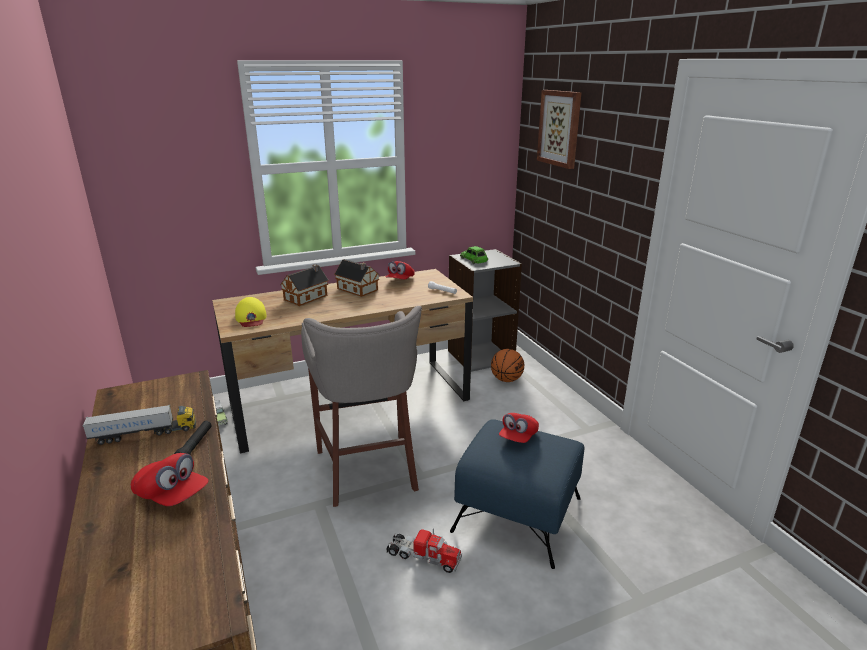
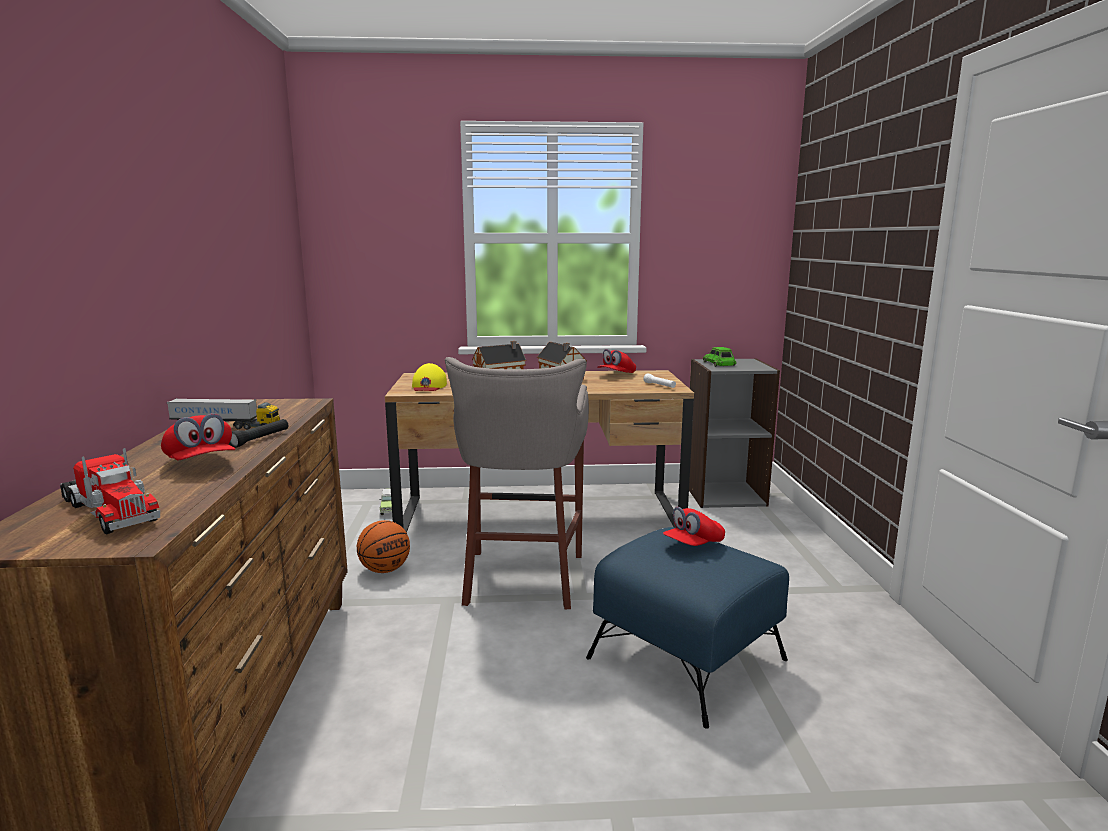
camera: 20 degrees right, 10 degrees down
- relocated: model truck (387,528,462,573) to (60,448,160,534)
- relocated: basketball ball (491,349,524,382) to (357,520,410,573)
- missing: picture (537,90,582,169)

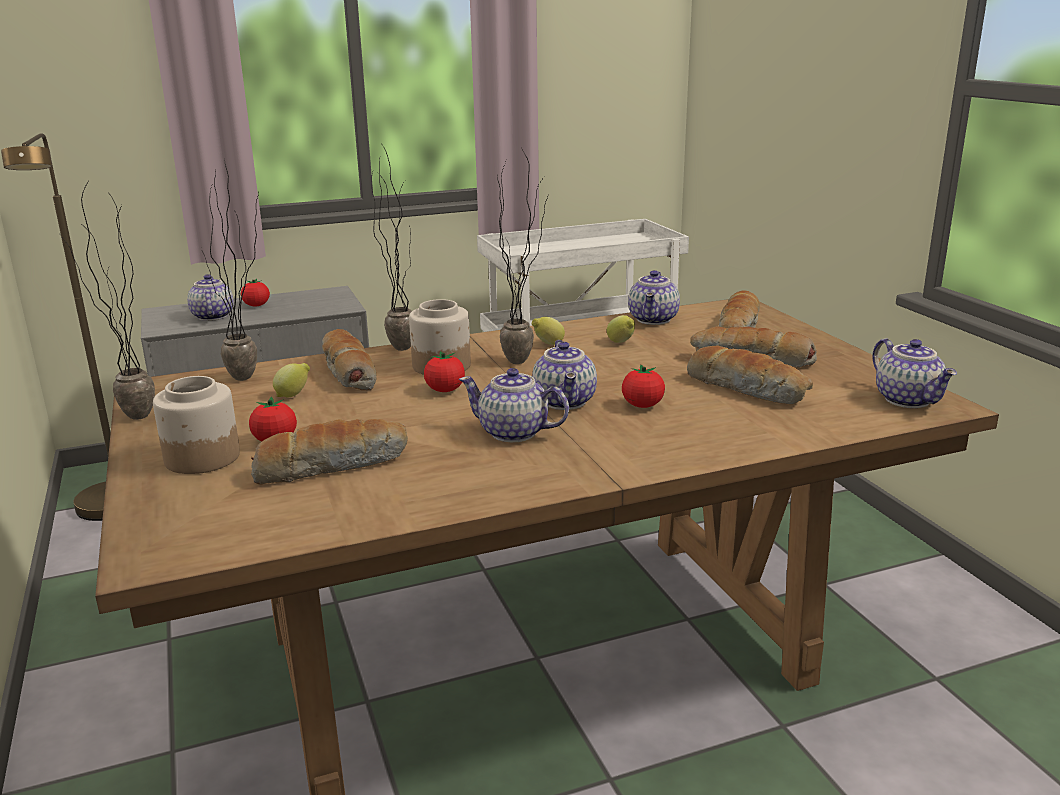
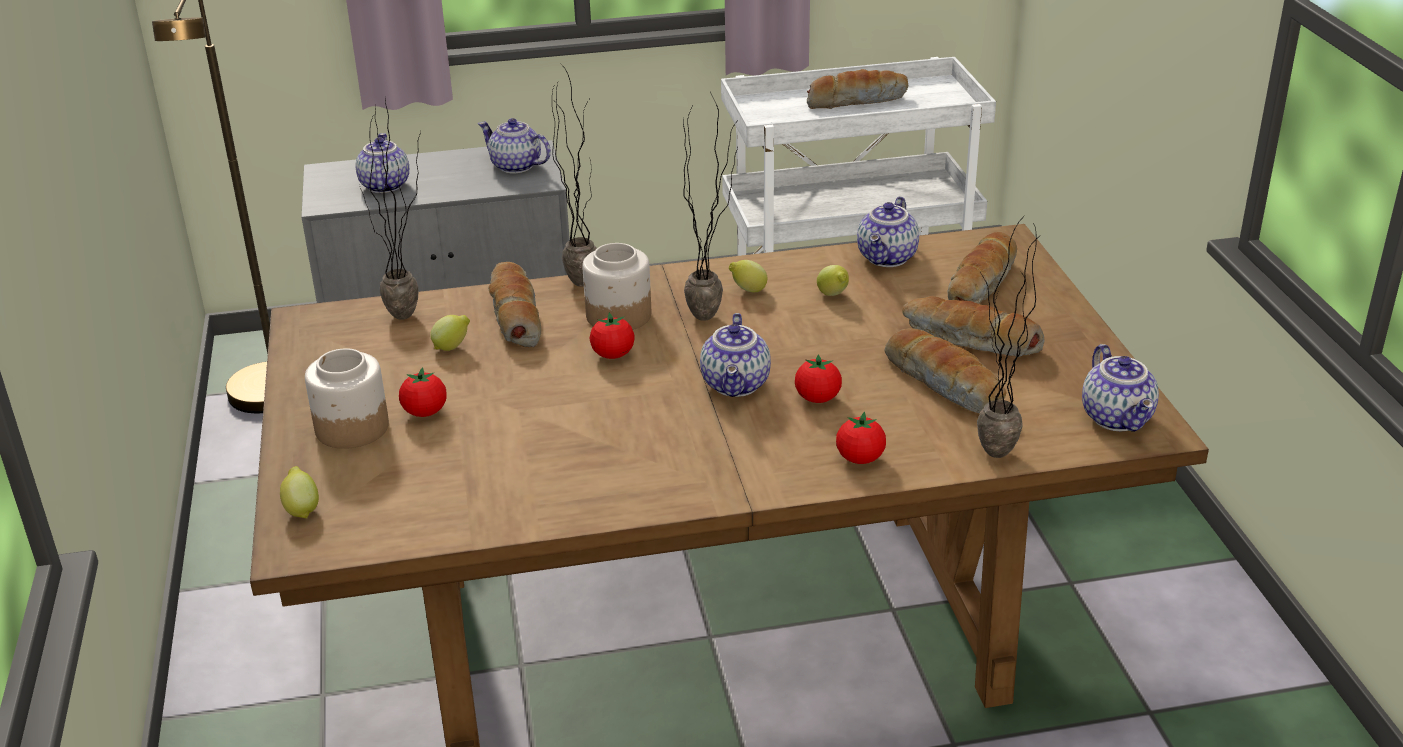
camera: 10 degrees right, 10 degrees up
- appeared: lemon (280,466,319,519)
- relocated: teapot (459,368,569,442) to (478,118,551,173)
- relocated: bakery bread (251,419,408,484) to (807,69,908,109)
- relocated: fresh tomato (241,279,270,307) to (836,412,886,464)
- relocated: plant in a pot (60,181,155,420) to (977,216,1041,458)

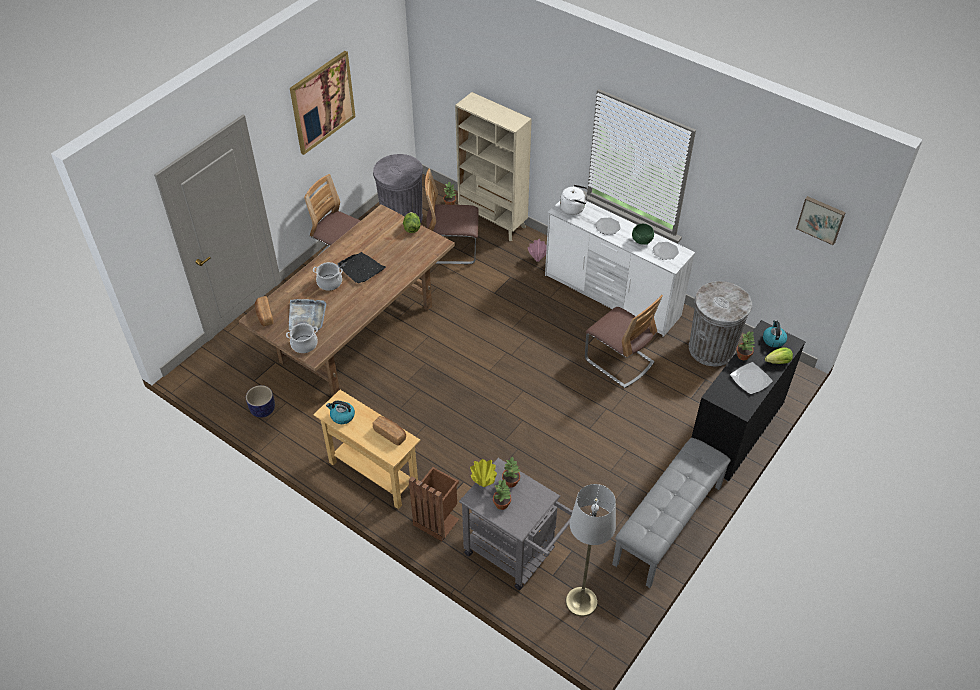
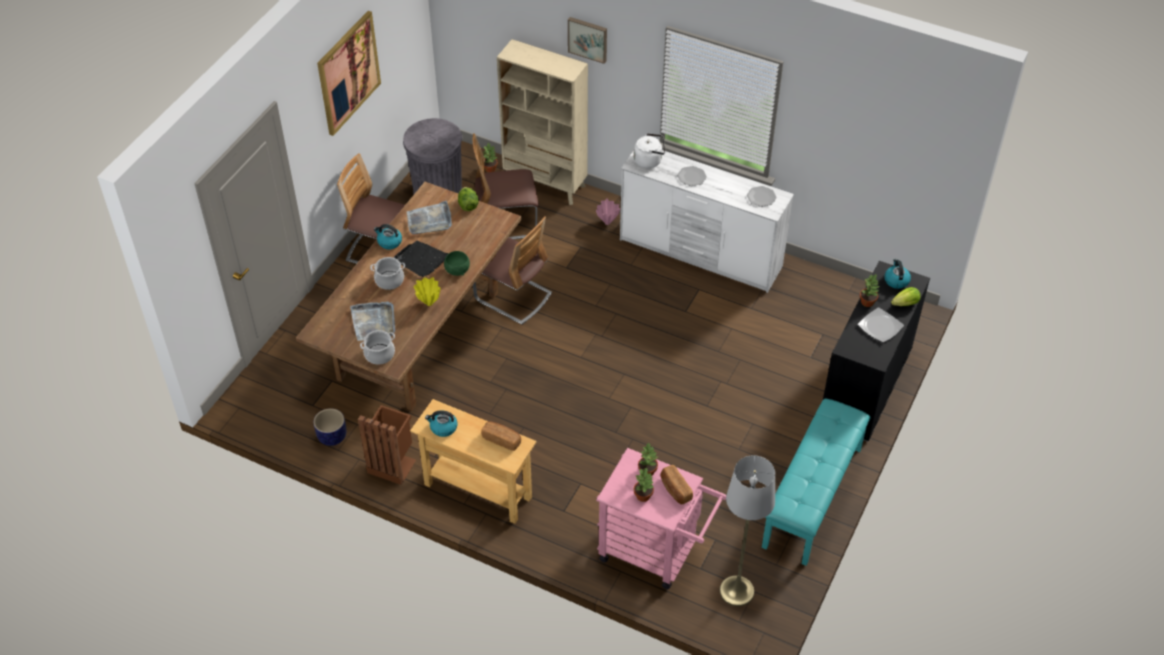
camera: 10 degrees left, 0 degrees up
- relocated: brownish trash can (409,467,459,541) to (358,405,416,485)
- appeared: kettle (374,224,402,249)
- appeared: gray serving tray (406,200,452,234)
- relocated: yellow flower vase (470,459,497,487) to (414,277,440,306)
- relocated: green deep dish (632,224,654,245) to (444,251,470,276)
- relocated: upright chair (585,295,663,388) to (473,216,552,325)
- relocated: picture (796,196,846,245) to (568,17,607,64)
- colour: gray cart (459,458,572,590) to pink-coloured cart (596,448,726,589)
- relocated: bakery bread (255,296,273,326) to (661,465,693,504)
- colour: gray indoor bench (612,438,731,588) to turquoise-coloured indoor bench (762,399,870,566)
- missing: gray trash can (689,281,752,366)

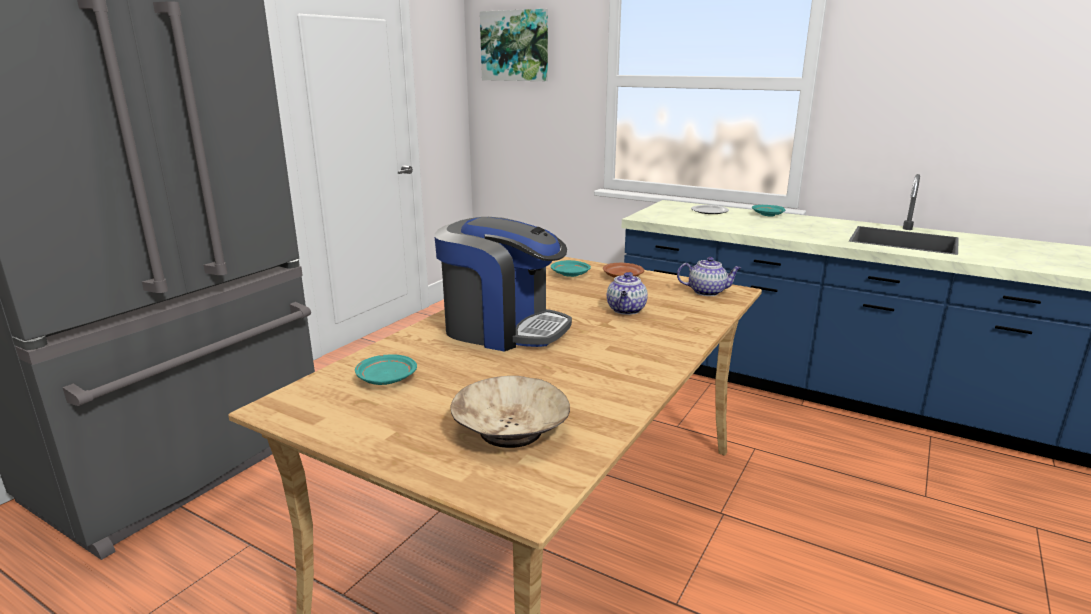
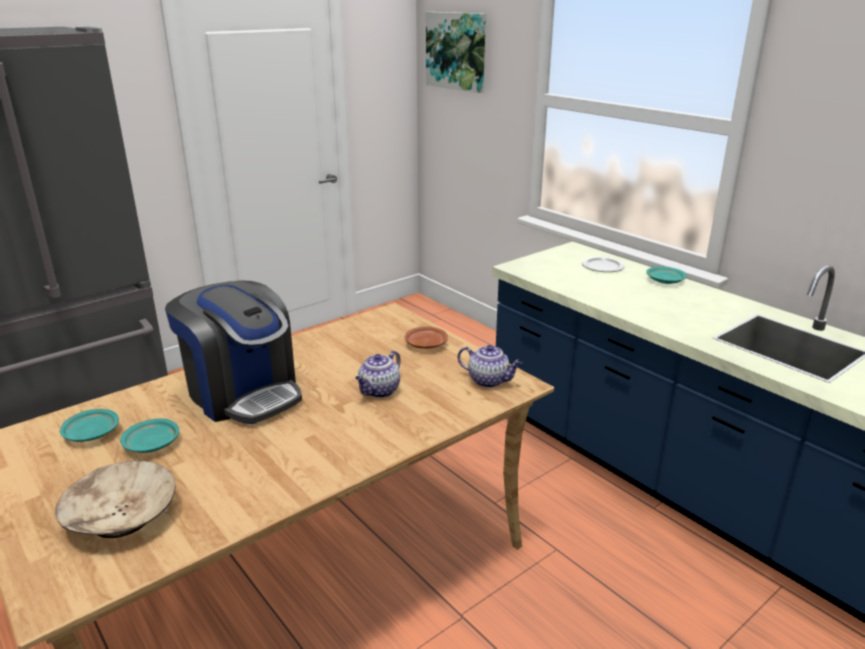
camera: 20 degrees right, 5 degrees up
- relocated: turquoise-coloured dinner plate (551,260,591,277) to (120,418,179,453)

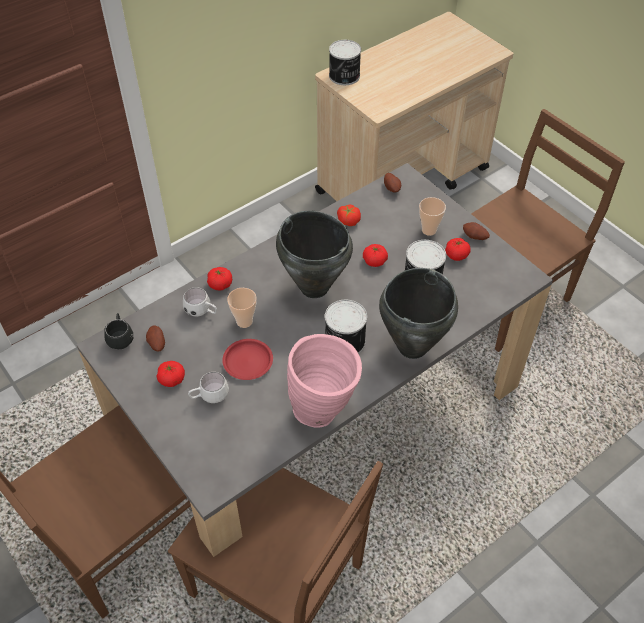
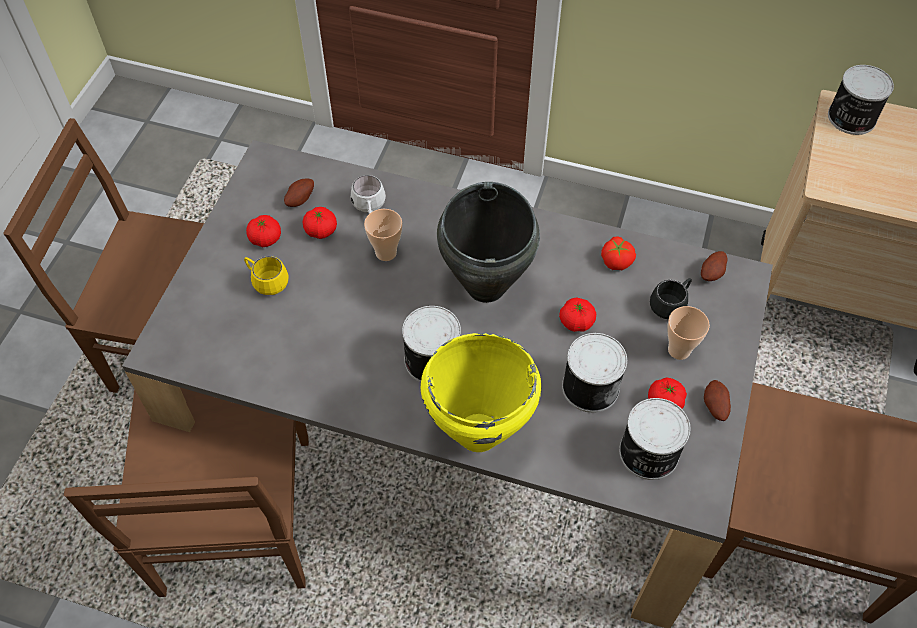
camera: 55 degrees right, 5 degrees up
- colour: white-coloured tea mug (188,372,229,403) to yellow tea mug (244,256,289,295)
- relocated: fresh tomato (207,267,232,291) to (302,207,337,239)
- colour: black cooking pot (379,268,458,359) to yellow cooking pot (421,333,541,452)
- appeared: sealed can (619,398,691,480)
- relocated: black tea mug (104,313,133,349) to (650,278,692,319)
- missing: red dinner plate (222,339,273,380)
- missing: pink-coloured flower vase (287,334,362,428)

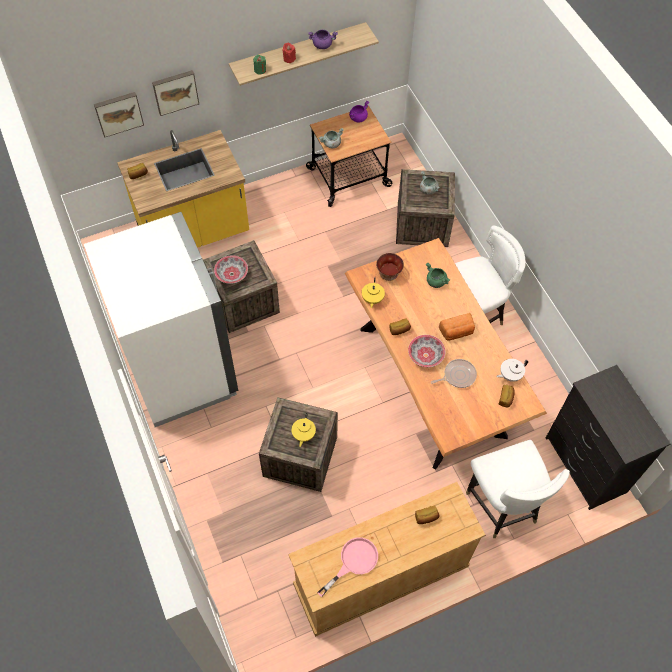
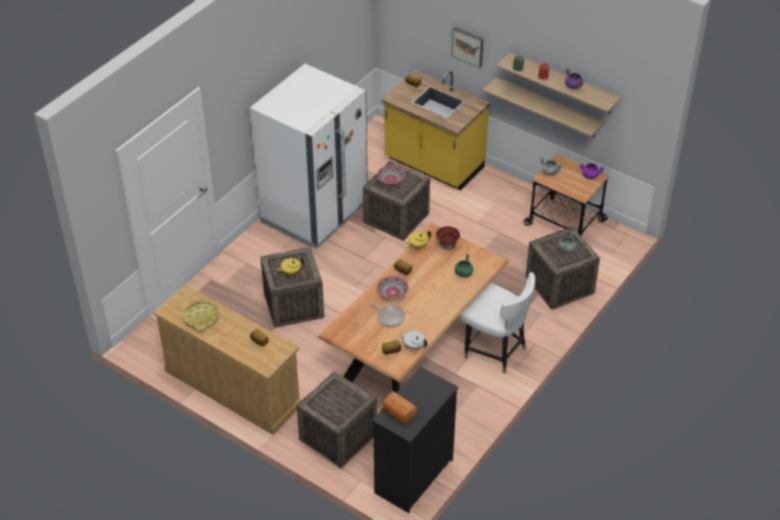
camera: 60 degrees right, 15 degrees down
- exchanged: pink-coloured pan (317,537,378,597) to yellow serving tray (183,299,219,331)
- exchanged: white-coloured upright chair (466,440,570,538) to shipping crate (297,371,377,469)
- relocated: bakery bread (439,313,475,340) to (383,391,417,423)
- appeared: wall shelf (483,77,605,137)
- missing: picture (94,92,144,138)

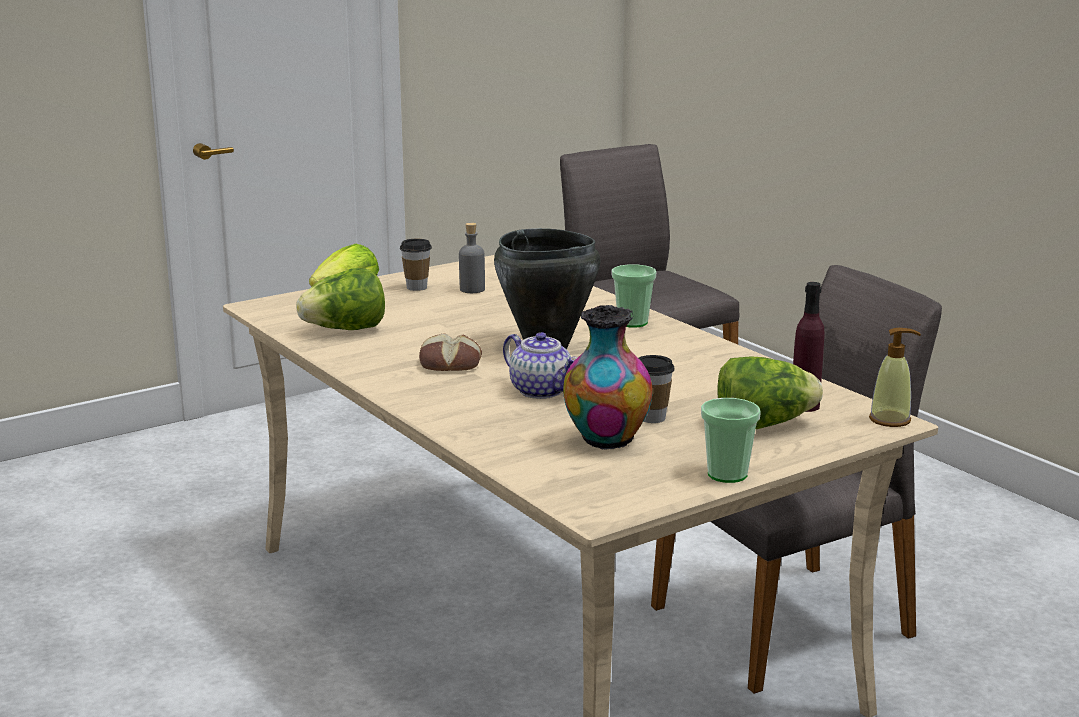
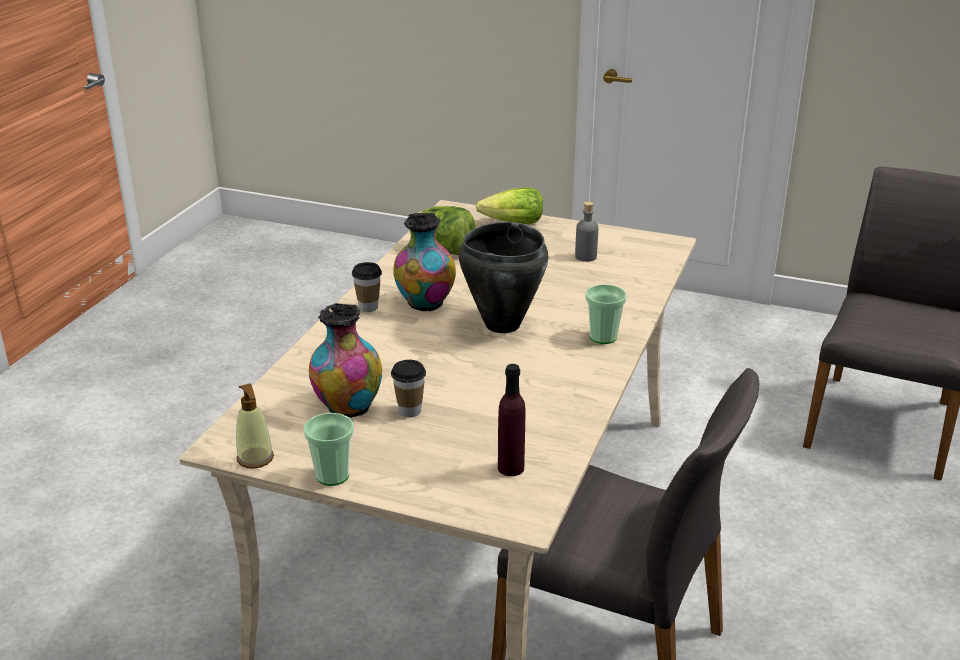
camera: 55 degrees right, 10 degrees up
- relocated: soap dispenser (869,328,921,427) to (236,383,274,469)
- relocated: cup (400,239,432,291) to (352,262,382,312)
- exchanged: bakery bread (419,333,482,371) to flower vase (393,212,456,312)
- missing: teapot (503,332,578,399)
- missing: head of lettuce (717,357,823,429)

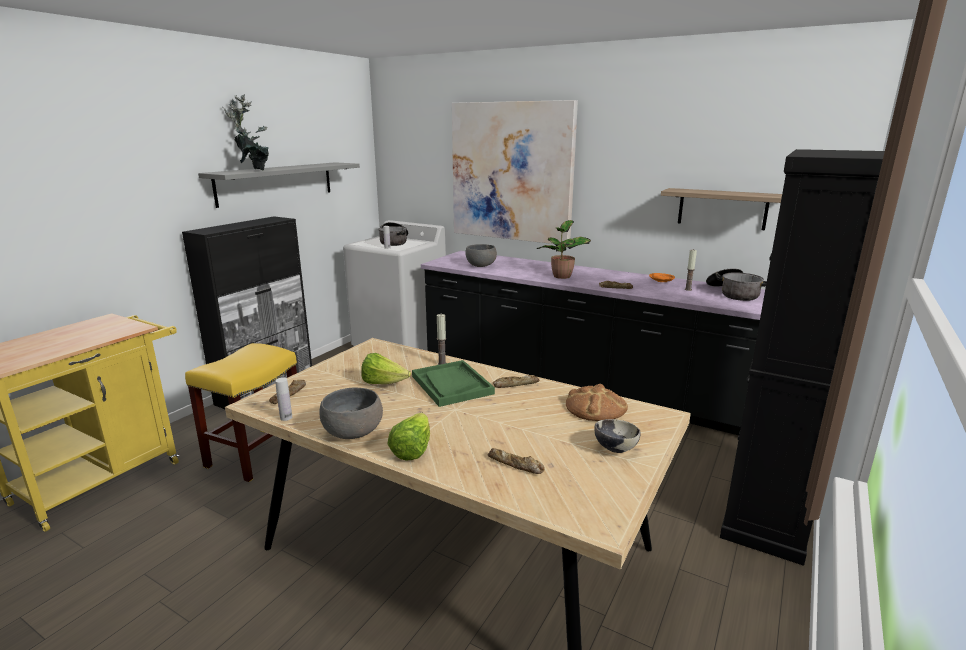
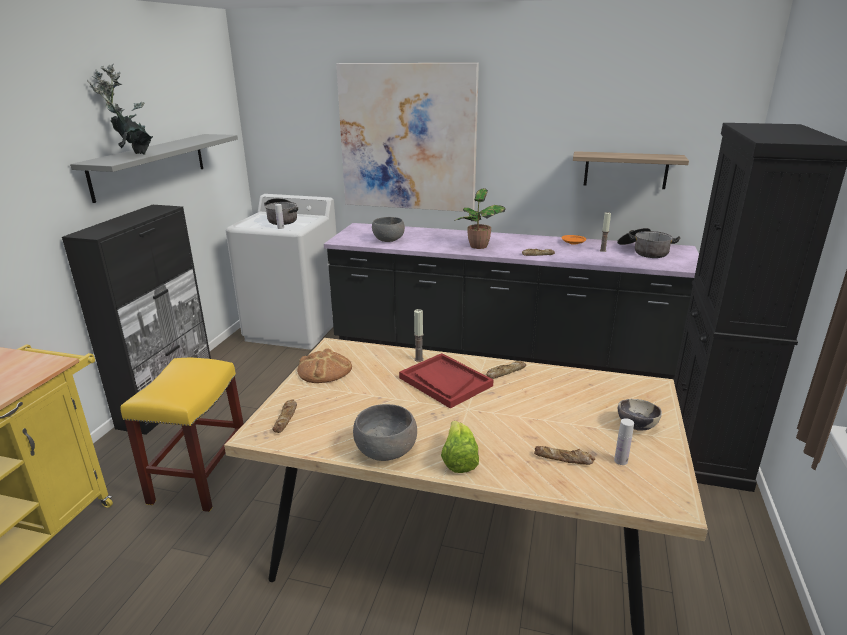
camera: 15 degrees left, 5 degrees up
- relocated: bakery bread (566,384,628,421) to (297,348,352,383)
- colour: green serving tray (412,360,495,407) to red serving tray (399,353,493,409)
- relocated: white-coloured bottle (275,377,292,421) to (614,418,634,465)
- missing: head of lettuce (361,353,411,384)

